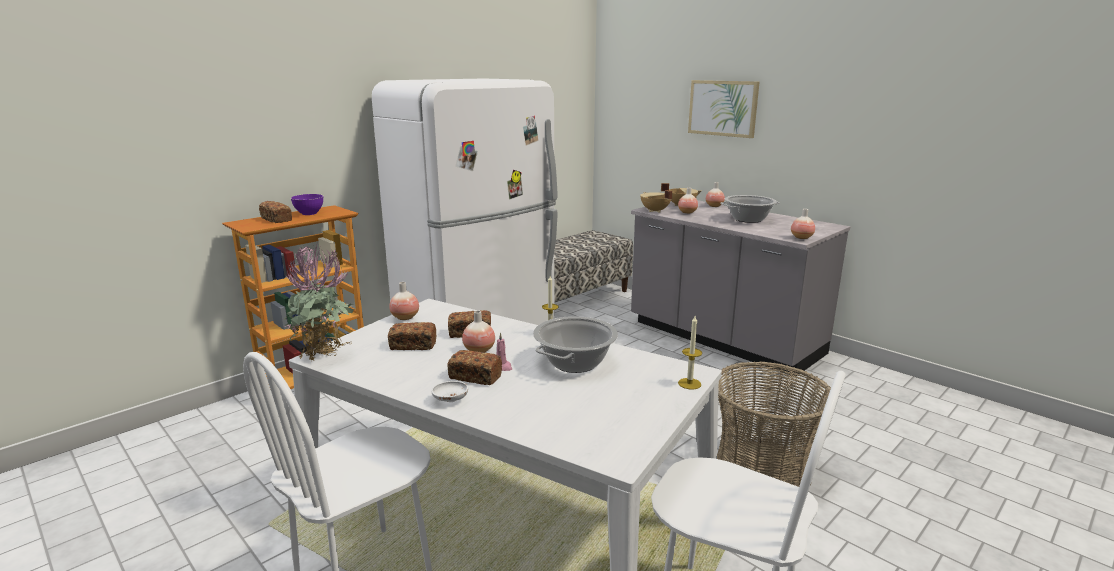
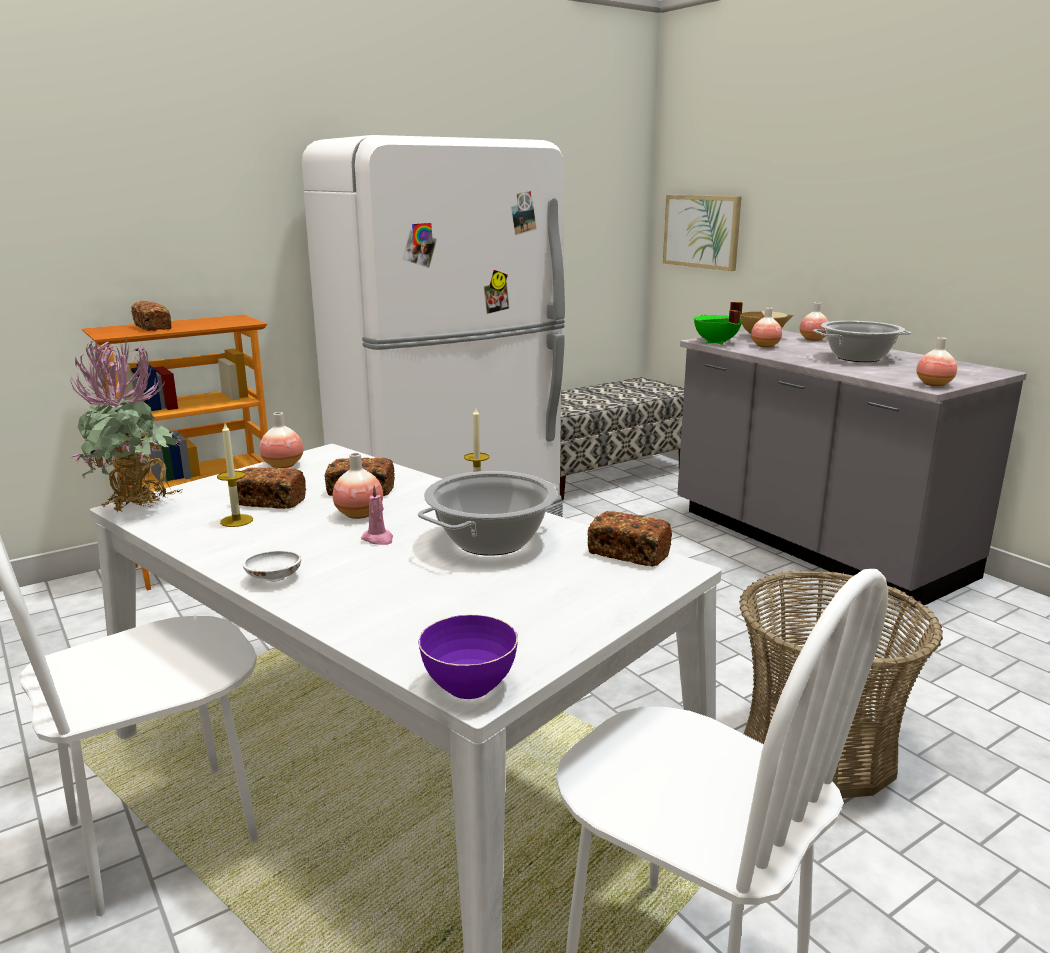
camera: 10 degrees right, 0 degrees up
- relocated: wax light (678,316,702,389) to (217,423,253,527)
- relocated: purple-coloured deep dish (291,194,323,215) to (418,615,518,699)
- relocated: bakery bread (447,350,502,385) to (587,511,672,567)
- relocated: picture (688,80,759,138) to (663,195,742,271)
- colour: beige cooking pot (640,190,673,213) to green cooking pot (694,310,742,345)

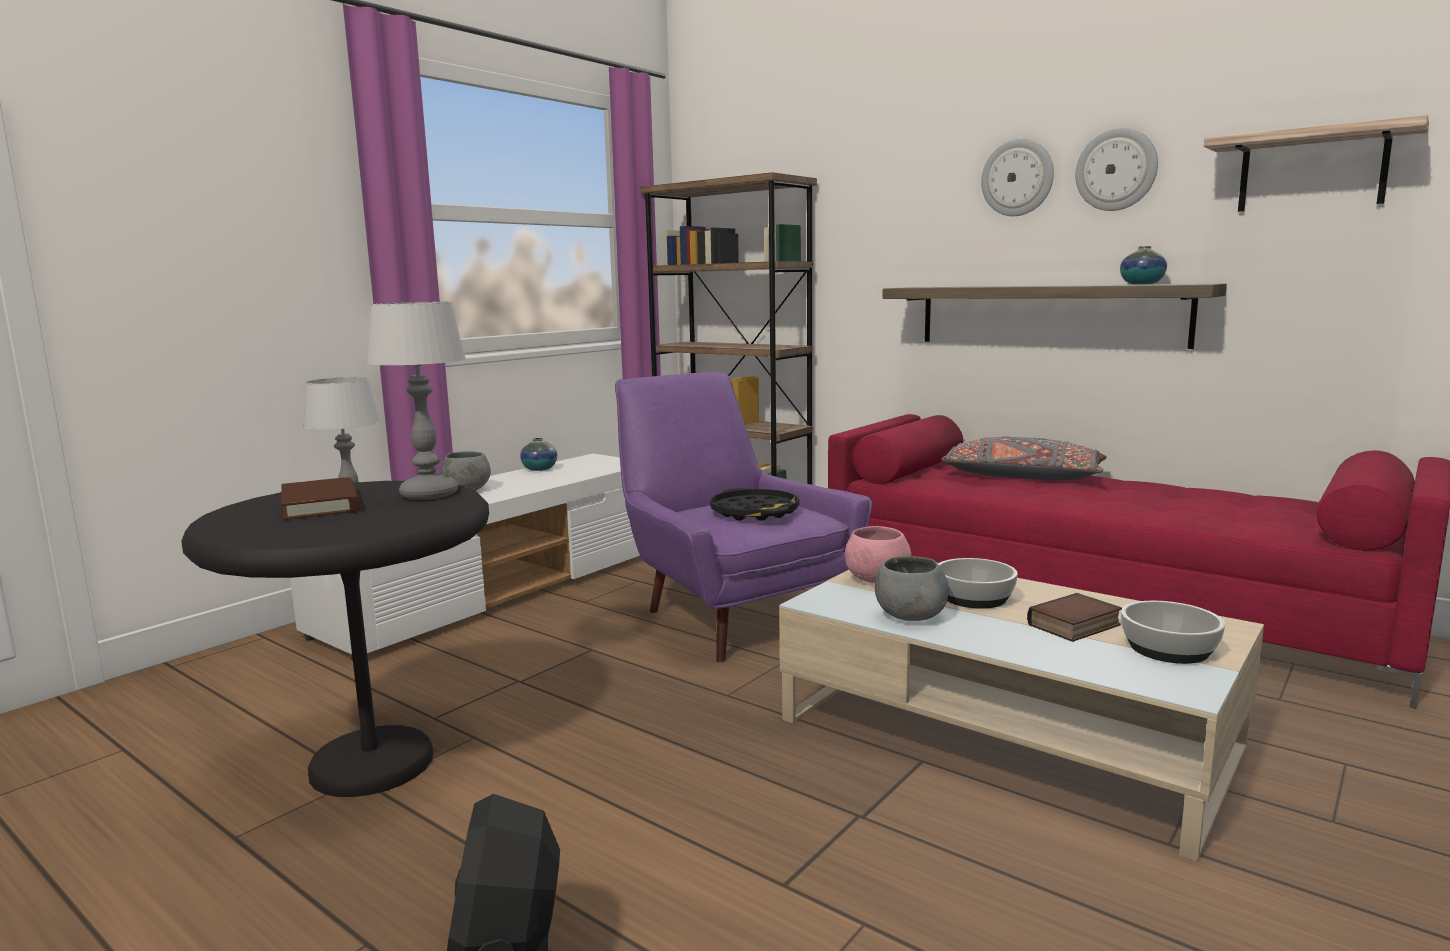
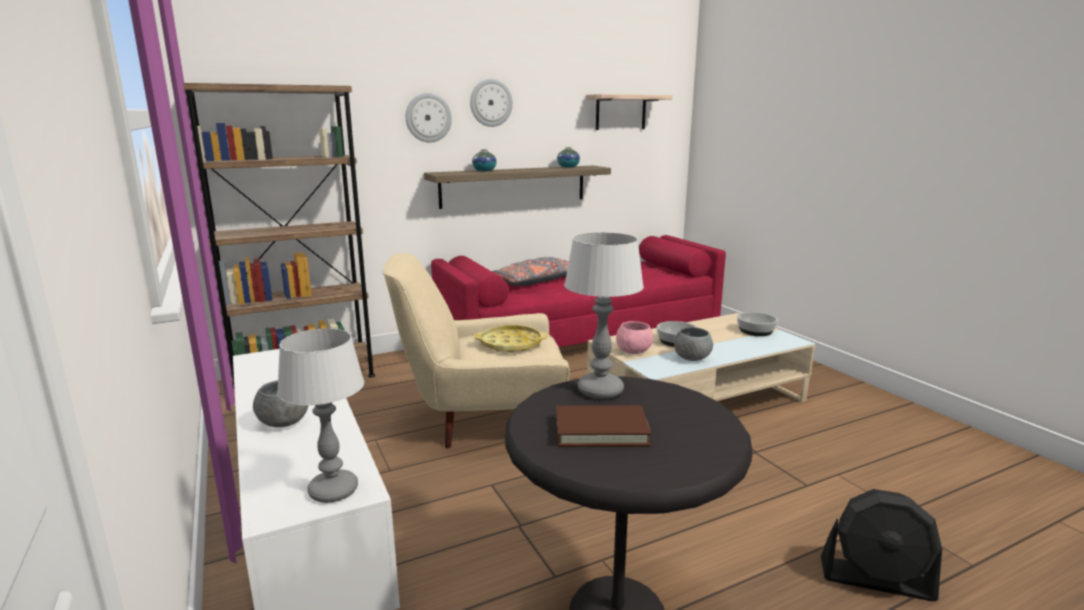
camera: 65 degrees left, 5 degrees up
- colour: purple-coloured armchair (615,372,872,663) to beige armchair (383,253,570,448)
- relocated: wall clock (1075,128,1158,211) to (406,93,452,142)
- relocated: flower vase (520,438,557,471) to (472,149,497,172)
- colour: black serving tray (710,488,799,521) to yellow serving tray (474,325,548,353)
- missing: volume (1027,593,1122,642)

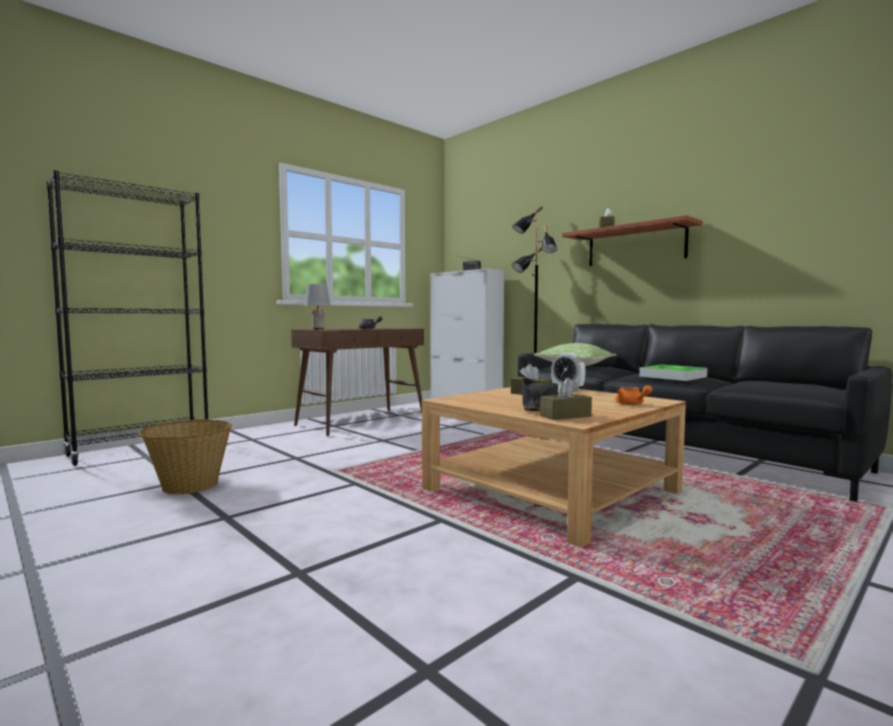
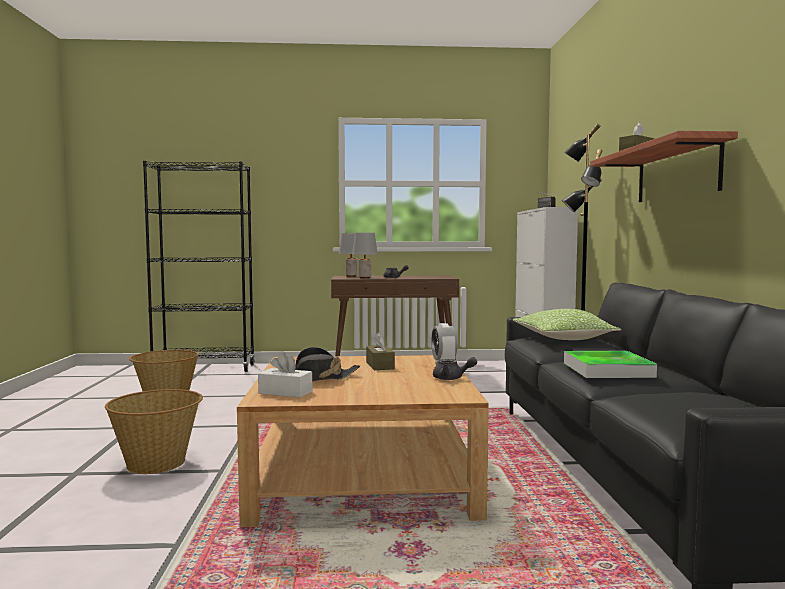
camera: 40 degrees right, 0 degrees up
- appeared: basket (105,389,203,474)
- colour: brownish tissue holder (540,378,592,420) to white-coloured tissue holder (258,353,312,398)
- appeared: gray lamp for a table (352,233,377,279)
- appeared: gray teapot (433,357,477,380)
- missing: orange-coloured teapot (615,385,652,405)

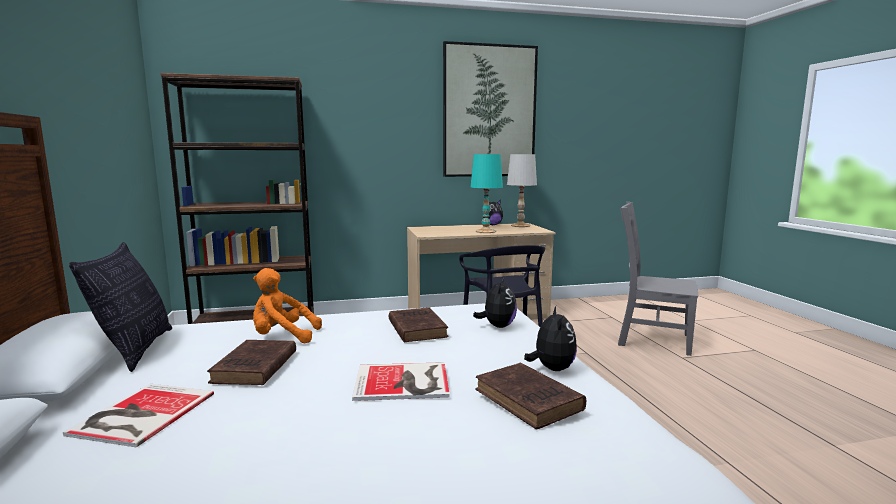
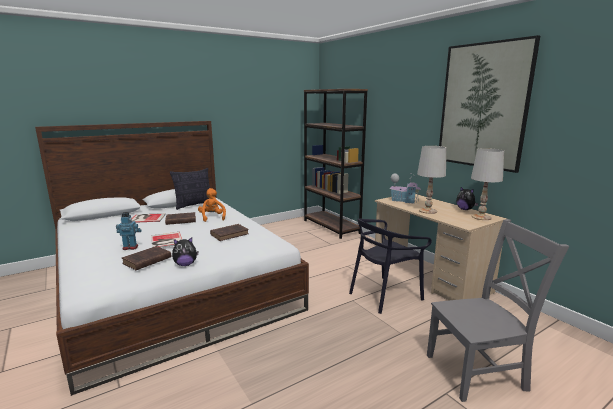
camera: 70 degrees right, 5 degrees up
- appeared: robot figure (116,212,141,250)
- appeared: miniature house (390,174,421,204)
- colour: turquoise-coloured lamp for a table (471,154,503,233) to white-coloured lamp for a table (417,146,446,214)
- spun: gray upright chair (618,202,698,356) = (427,219,569,402) 75 degrees clockwise
- missing: soft toy (473,277,517,328)

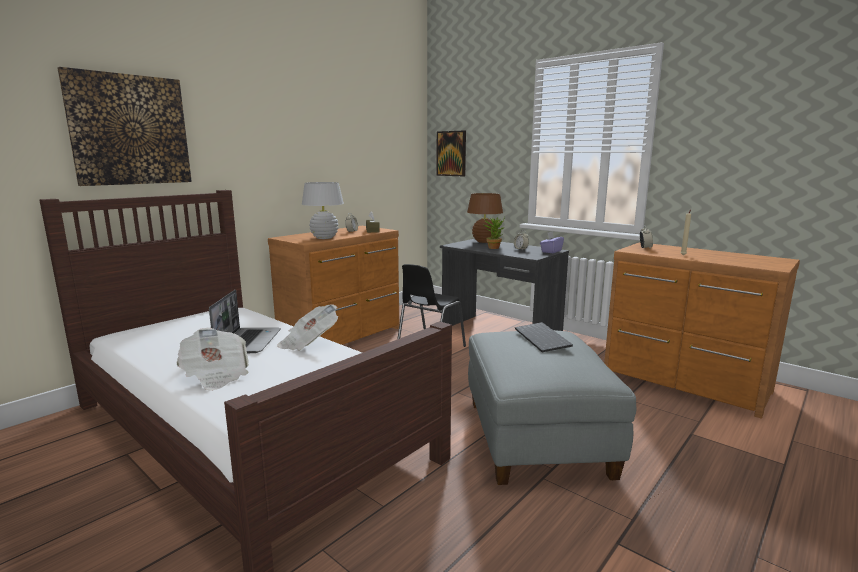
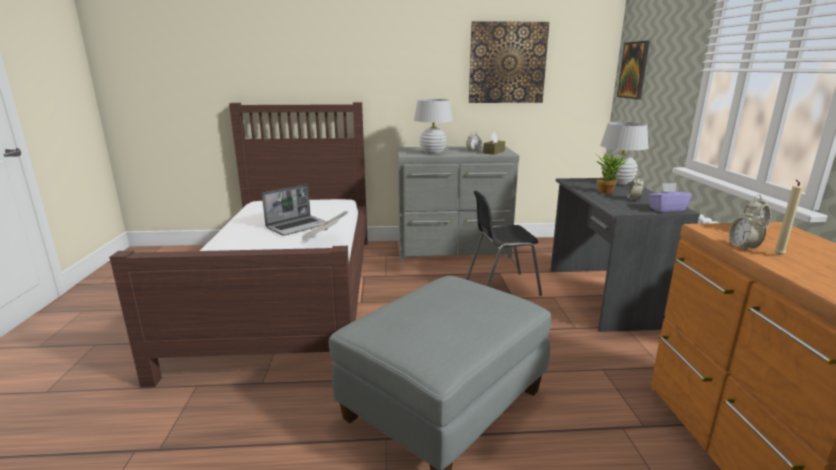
camera: 45 degrees right, 5 degrees up
- colour: brownish drawer chest (268,226,399,345) to gray drawer chest (397,146,519,261)
- relocated: picture (58,67,192,186) to (469,21,549,103)
- colour: brownish lamp for a table (467,193,503,243) to white-coloured lamp for a table (600,122,648,185)
- appeared: table clock (729,208,766,251)
- missing: printed paper (176,328,249,391)
- missing: keyboard (515,322,573,352)

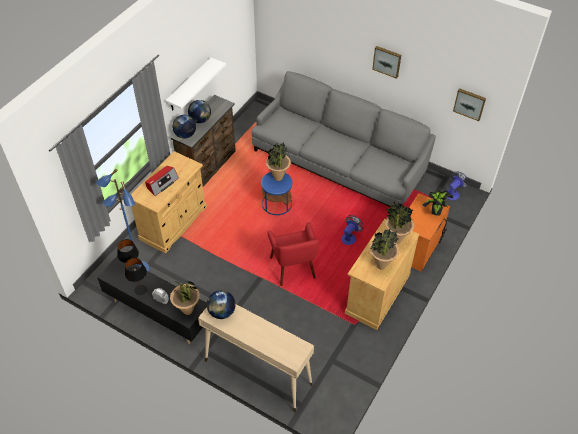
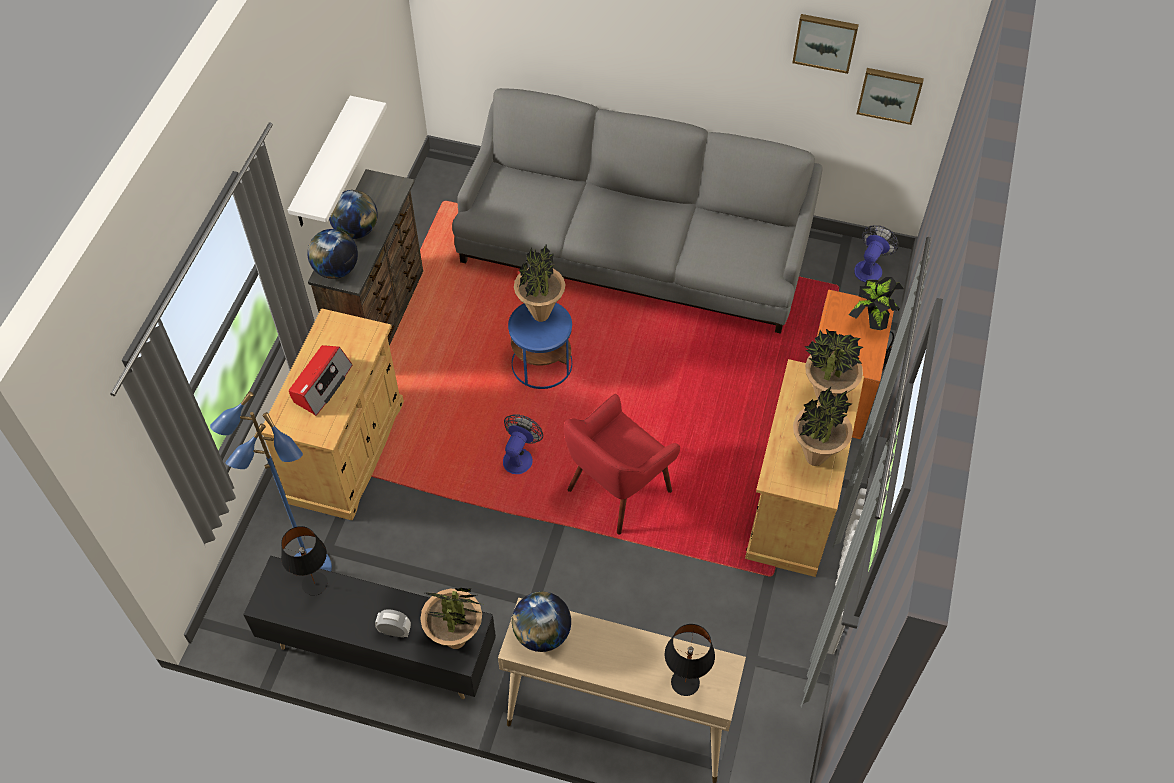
camera: 15 degrees left, 5 degrees up
- relocated: cooling fan (341,215,364,245) to (503,414,543,474)
- spun: red armchair (268,222,319,286) = (564,394,680,534) 75 degrees clockwise
- relocated: black lamp for a table (125,258,147,295) to (665,624,715,696)
- relocated: picture (372,46,401,79) to (792,14,859,74)

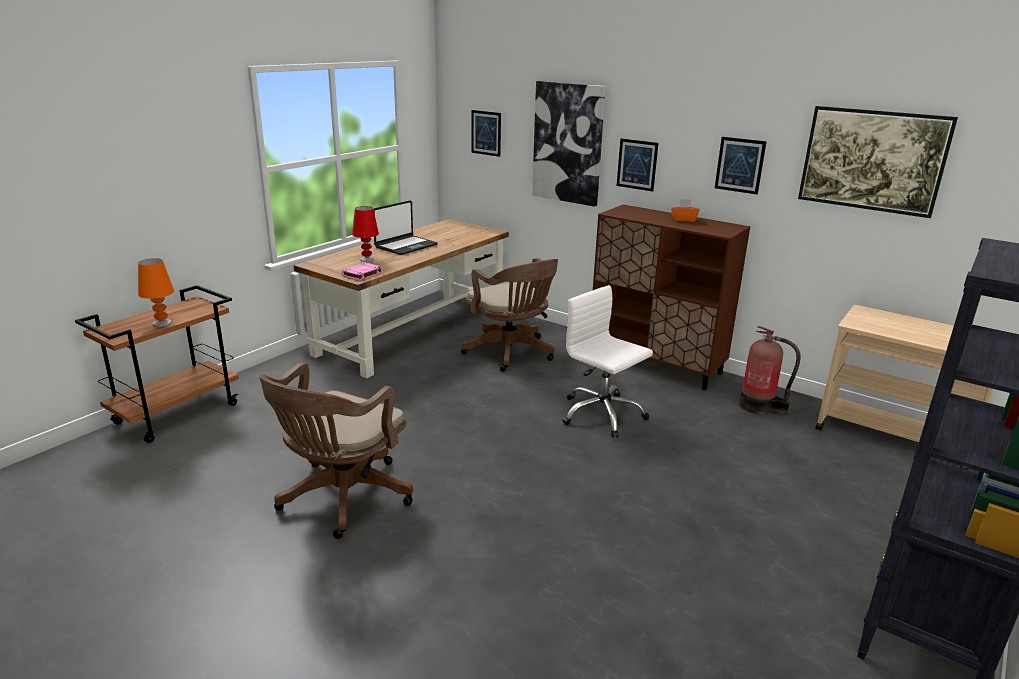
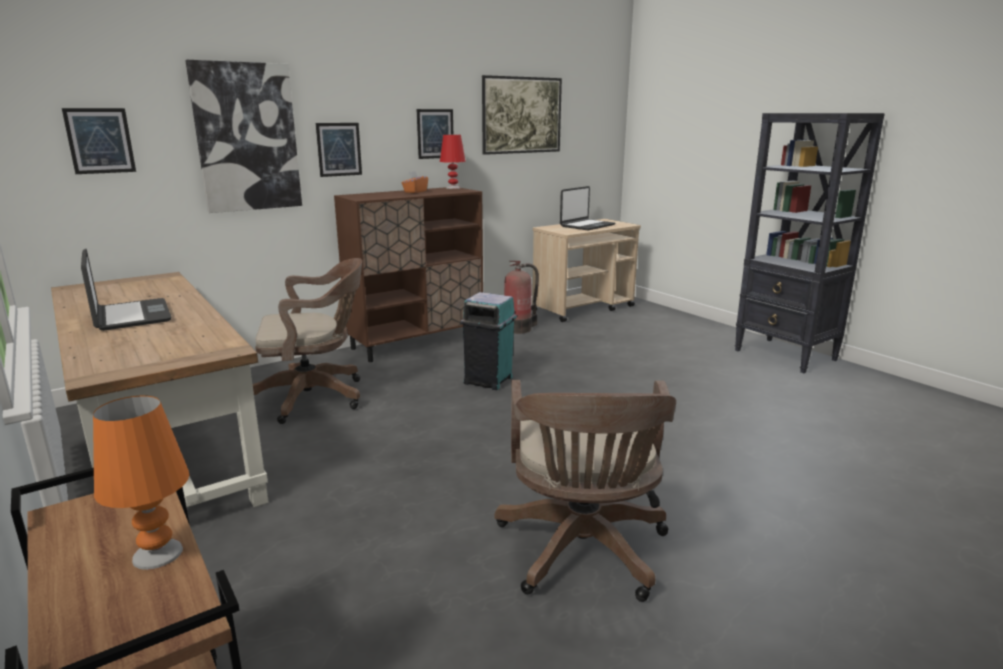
camera: 70 degrees left, 5 degrees down
- relocated: red lamp for a table (352,206,379,262) to (440,134,466,189)
- exchanged: white-coloured desk chair (562,285,653,438) to turquoise-coloured trash can (461,292,517,390)
- spun: brownish desk chair (259,362,413,539) = (495,380,676,602) 45 degrees clockwise
- appeared: portable computer (560,186,615,230)
- missing: pink-coloured volume (342,263,382,280)

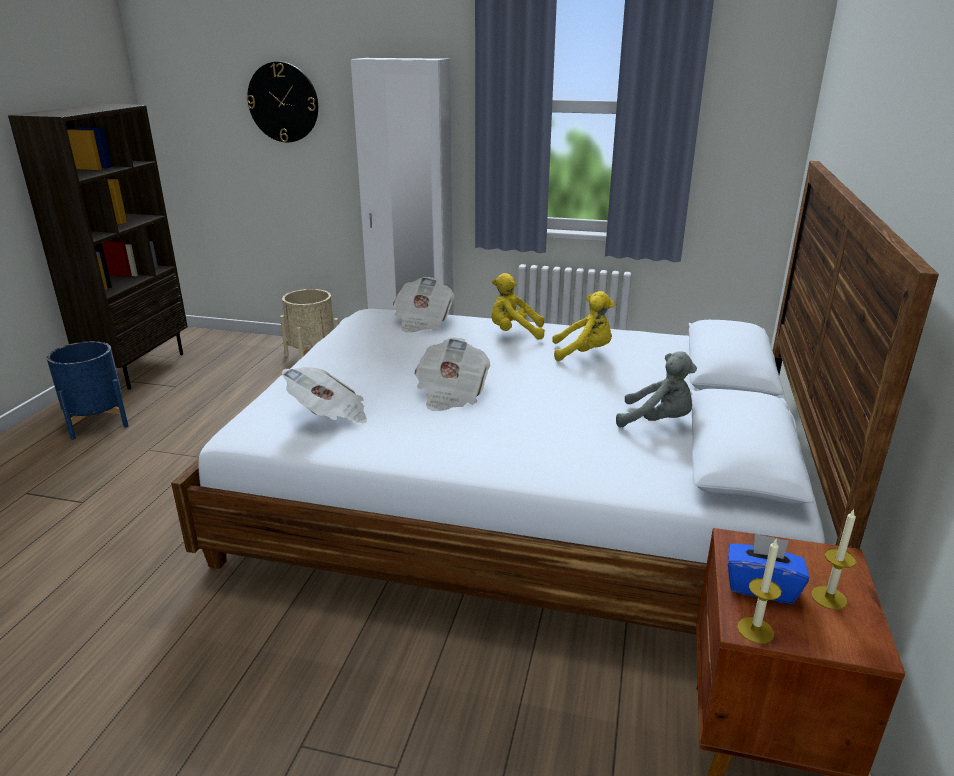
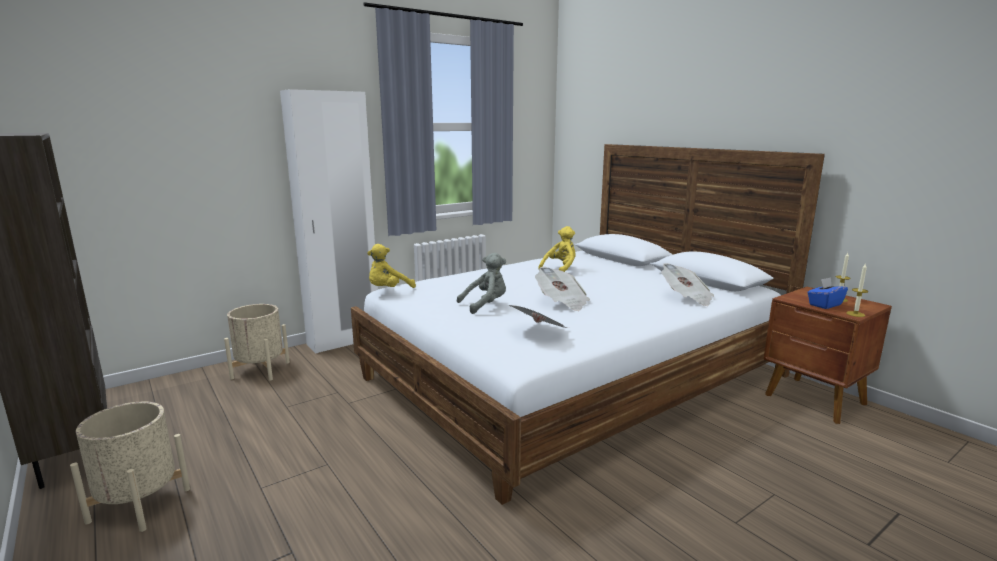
camera: 50 degrees left, 10 degrees down
- colour: bluish flower pot (47,341,128,440) to beige flower pot (70,401,190,532)
- relocated: yellow soft toy (491,273,545,339) to (367,244,416,288)
- relocated: gray soft toy (616,351,697,428) to (457,253,506,314)
- relocated: printed paper (393,277,455,332) to (661,263,714,306)
- missing: wall clock (247,62,318,142)

